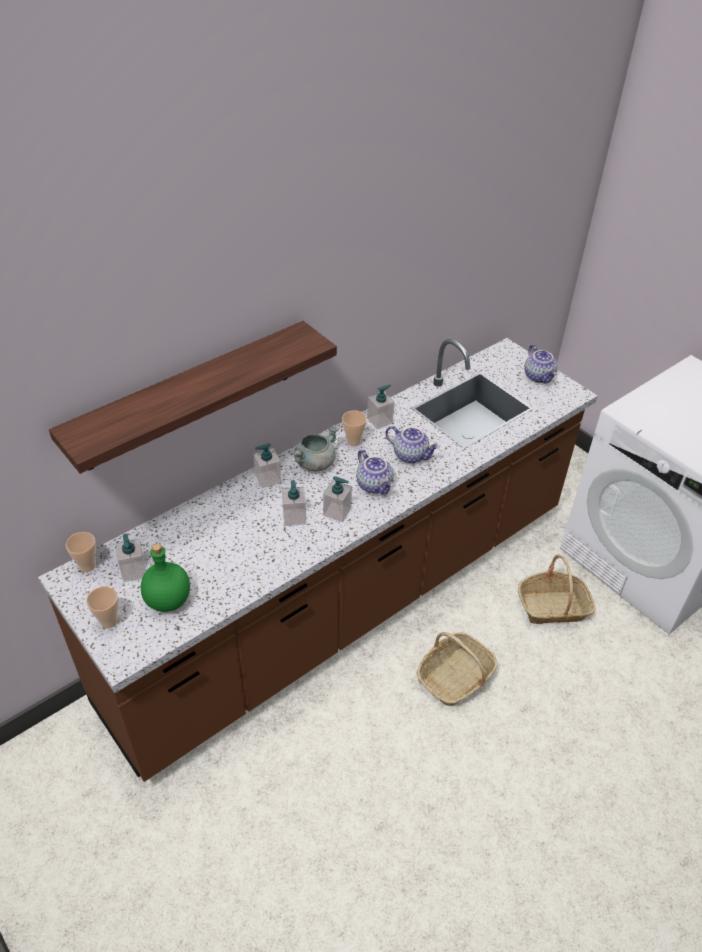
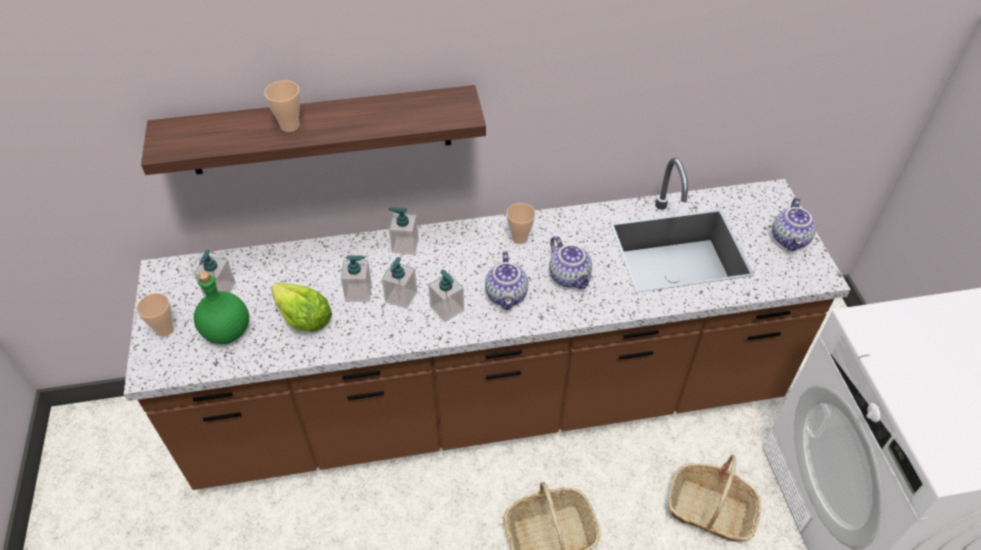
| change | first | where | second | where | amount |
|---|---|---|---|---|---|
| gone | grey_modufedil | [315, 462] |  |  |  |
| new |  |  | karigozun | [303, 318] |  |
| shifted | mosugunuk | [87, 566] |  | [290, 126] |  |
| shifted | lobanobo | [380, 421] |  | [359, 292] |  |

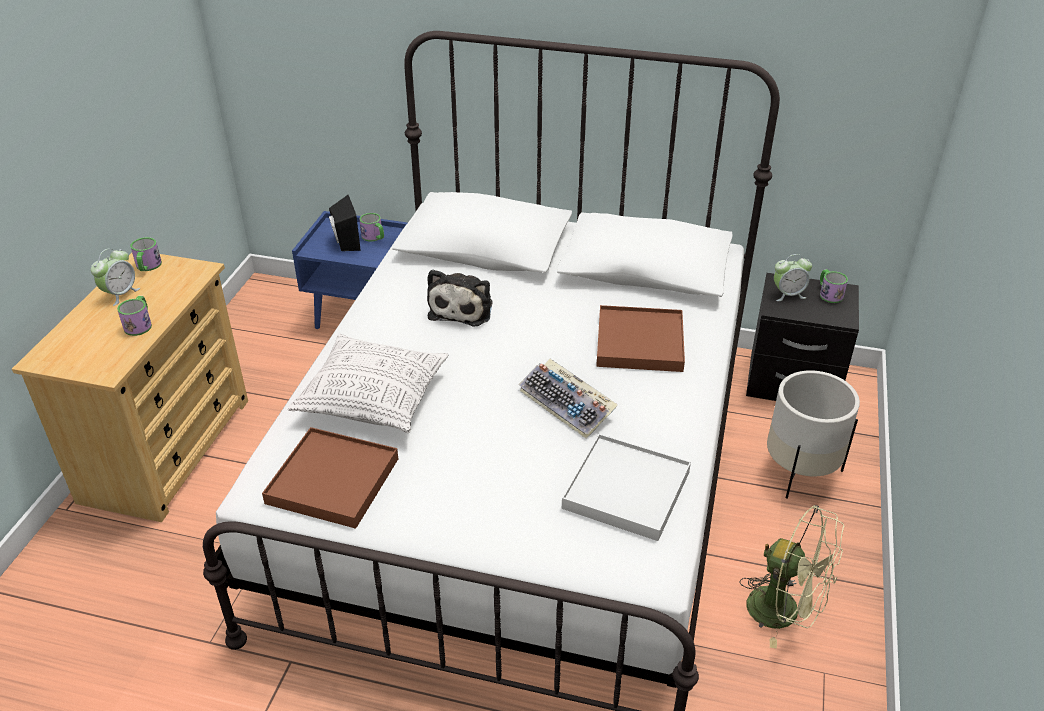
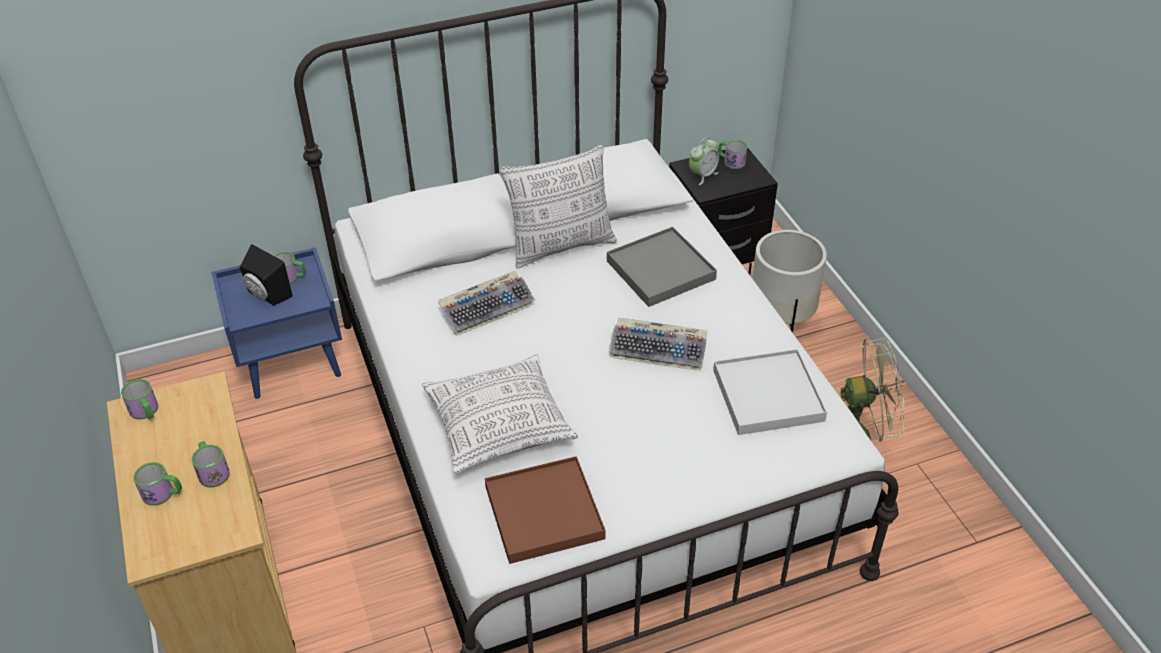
| change | first | where | second | where | amount |
|---|---|---|---|---|---|
| gone | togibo | [120, 294] |  |  |  |
| new |  |  | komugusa | [163, 493] |  |
| new |  |  | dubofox | [561, 246] |  |
| swapped | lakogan | [462, 308] | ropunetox | [487, 308] |  |
| repainted | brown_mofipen | [639, 342] | grey_mofipen | [660, 270] |  |

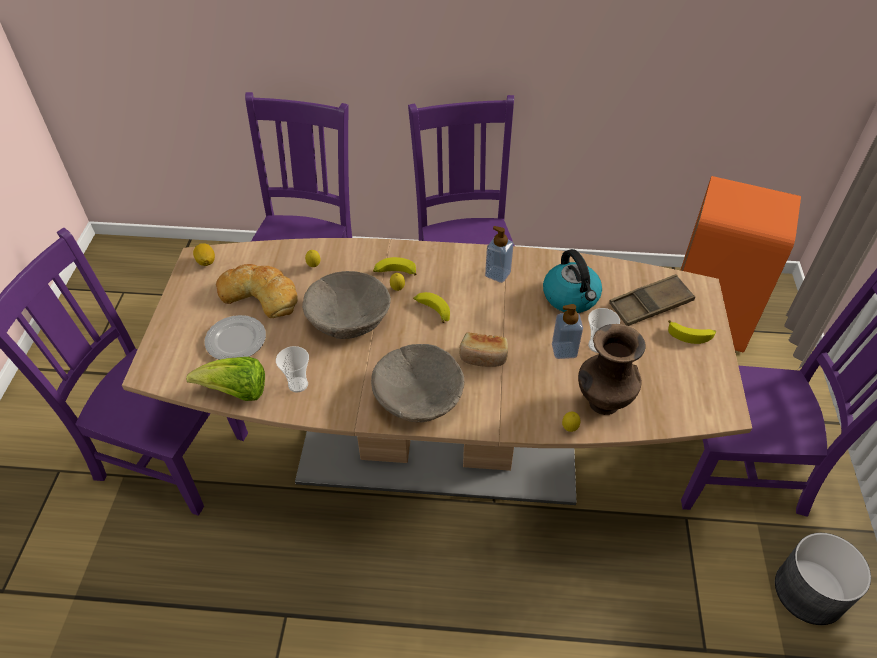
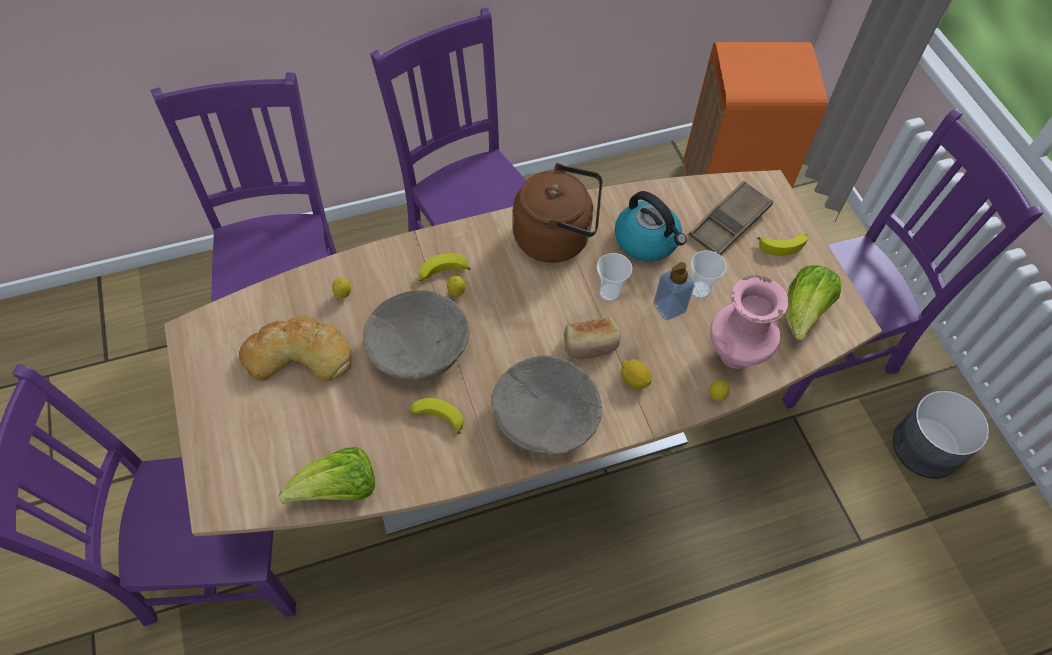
| change | first | where | second | where | amount |
|---|---|---|---|---|---|
| gone | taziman | [235, 340] |  |  |  |
| new |  |  | karigozun | [803, 313] |  |
| shifted | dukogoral | [206, 261] |  | [634, 380] |  |
| shifted | mosugunuk | [298, 384] |  | [609, 292] |  |
| shifted | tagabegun | [432, 310] |  | [436, 418] |  |
| swapped | lobanobo | [497, 274] | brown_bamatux | [557, 237] |  |
| repainted | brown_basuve | [602, 403] | pink_basuve | [734, 355] |  |

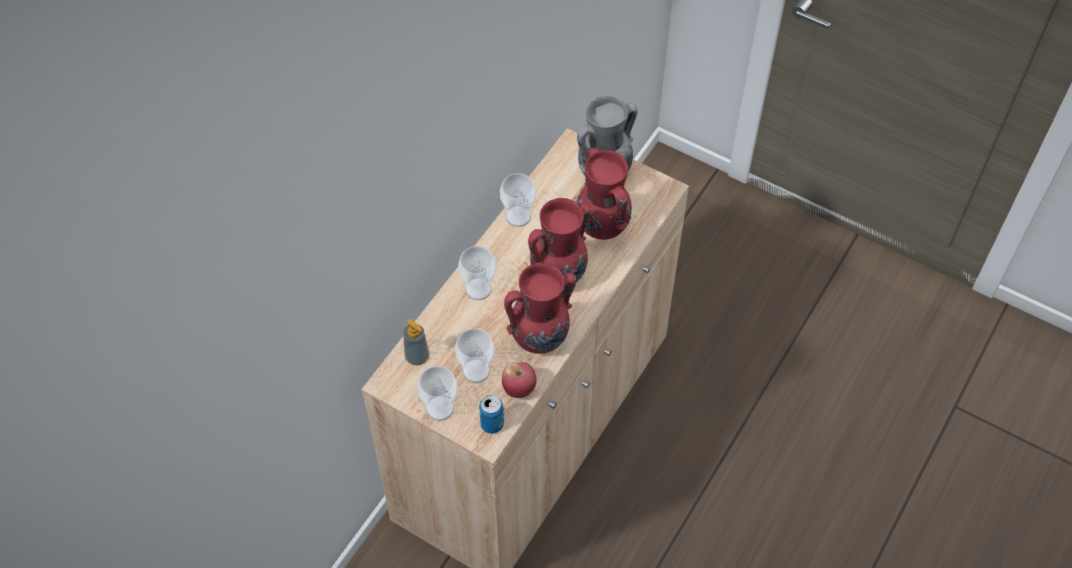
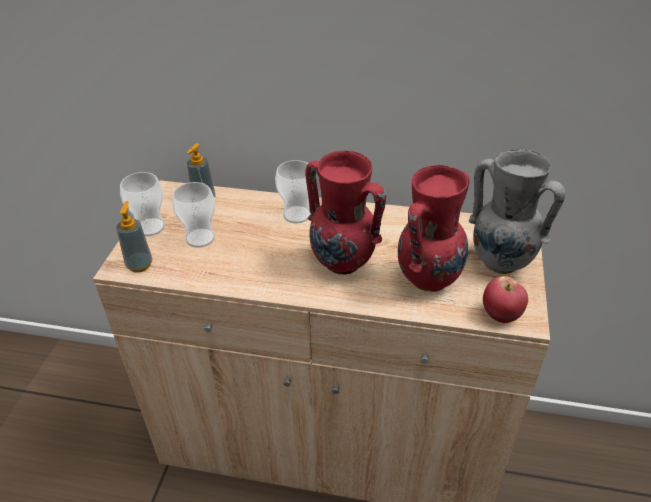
| change | first | where | second | where | amount |
|---|---|---|---|---|---|
| gone | mosugunuk | [518, 216] |  |  |  |
| gone | red_basuve | [540, 339] |  |  |  |
| shifted | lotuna | [519, 389] |  | [501, 315] |  |
| swapped | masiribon | [492, 424] | lobanobo | [139, 265] |  |

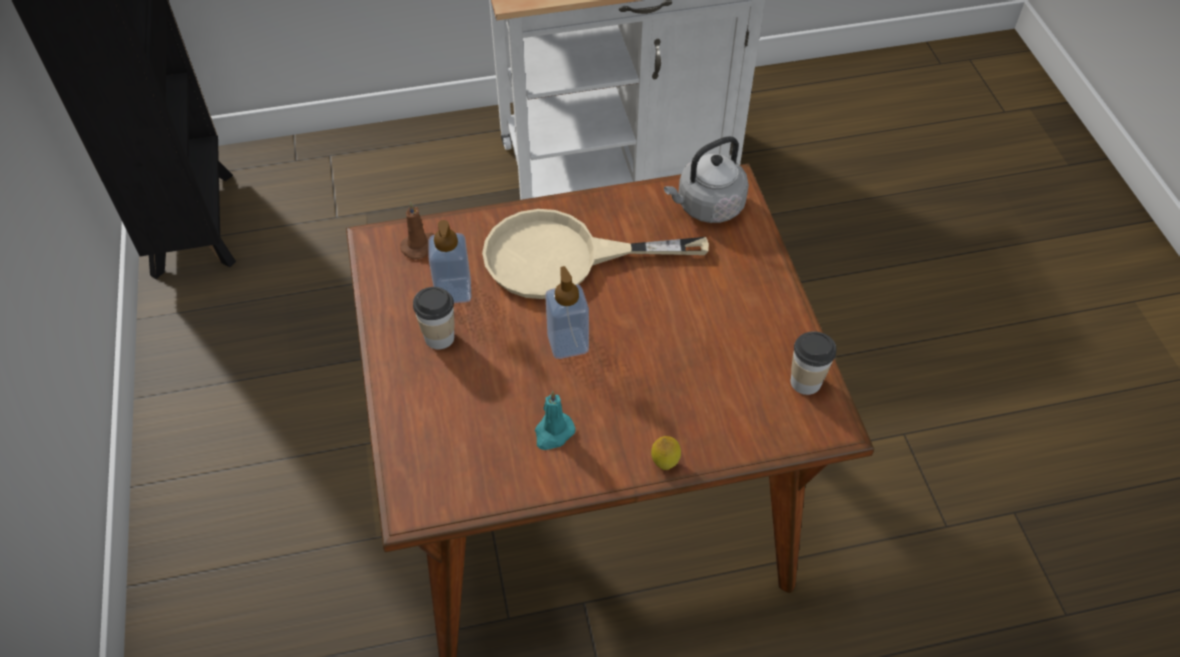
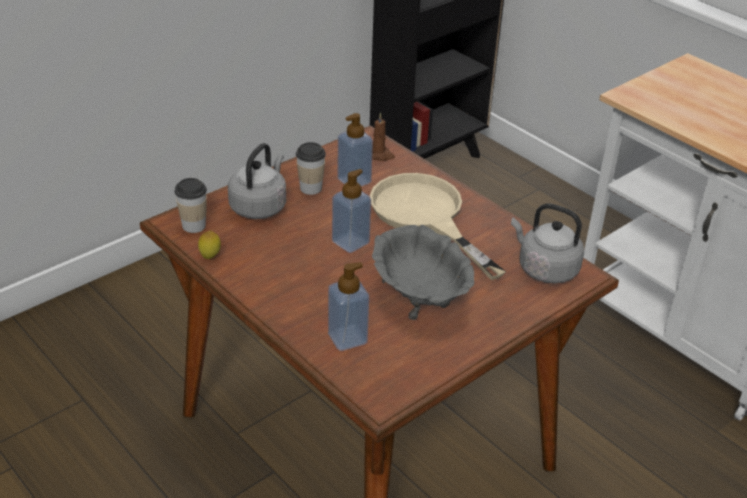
| change | first | where | second | where | amount |
|---|---|---|---|---|---|
| gone | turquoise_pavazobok | [553, 433] |  |  |  |
| new |  |  | grey_bamatux | [259, 206] |  |
| new |  |  | lobanobo | [347, 338] |  |
| new |  |  | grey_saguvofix | [421, 295] |  |
| shifted | dukogoral | [664, 463] |  | [210, 257] |  |
| shifted | mosugunuk | [805, 382] |  | [194, 225] |  |

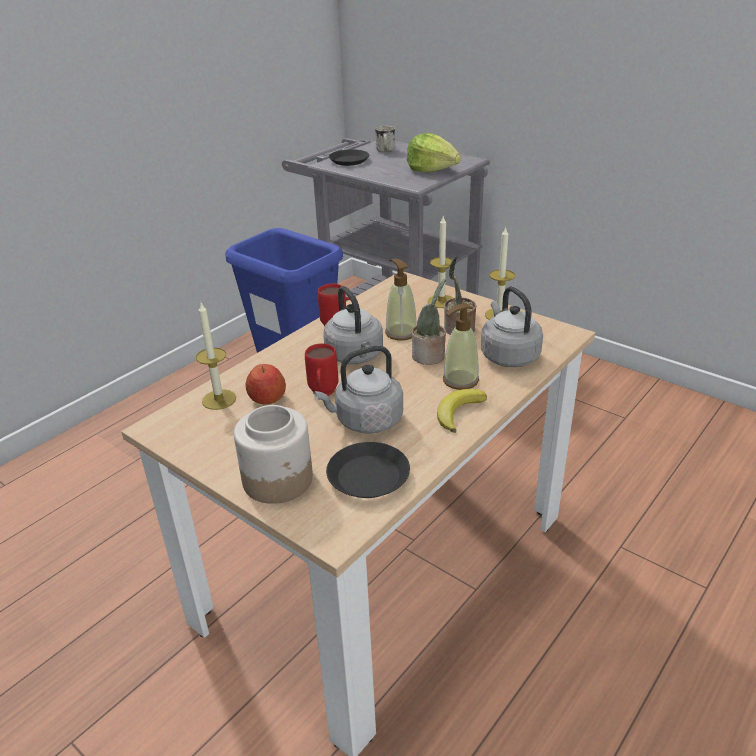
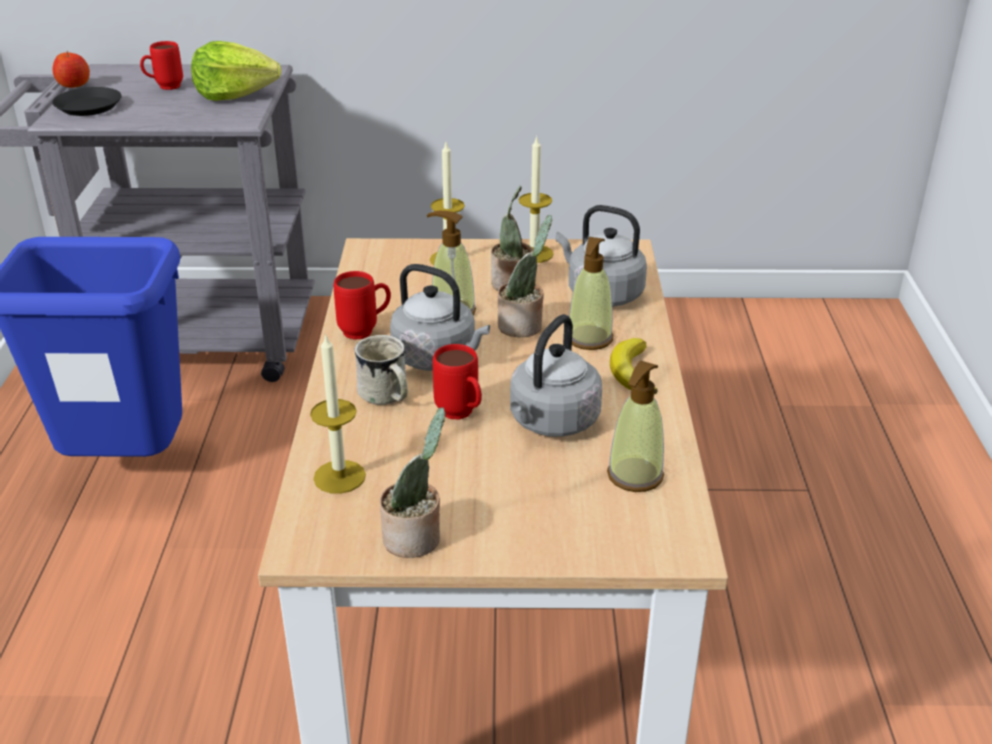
| change | first | where | second | where | amount |
|---|---|---|---|---|---|
| gone | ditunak | [278, 480] |  |  |  |
| new |  |  | red_komugusa | [164, 87] |  |
| new |  |  | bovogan | [416, 539] |  |
| shifted | lotuna | [267, 398] |  | [74, 85] |  |
| shifted | white_komugusa | [385, 151] |  | [386, 397] |  |
| swapped | black_taziman | [369, 476] | lobanobo | [635, 476] |  |

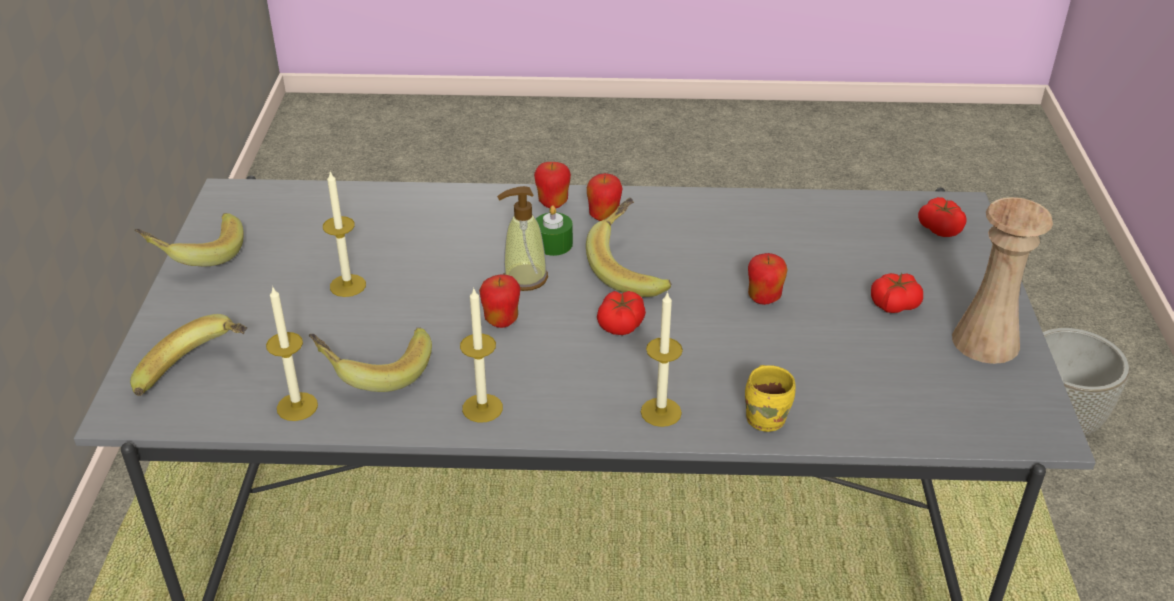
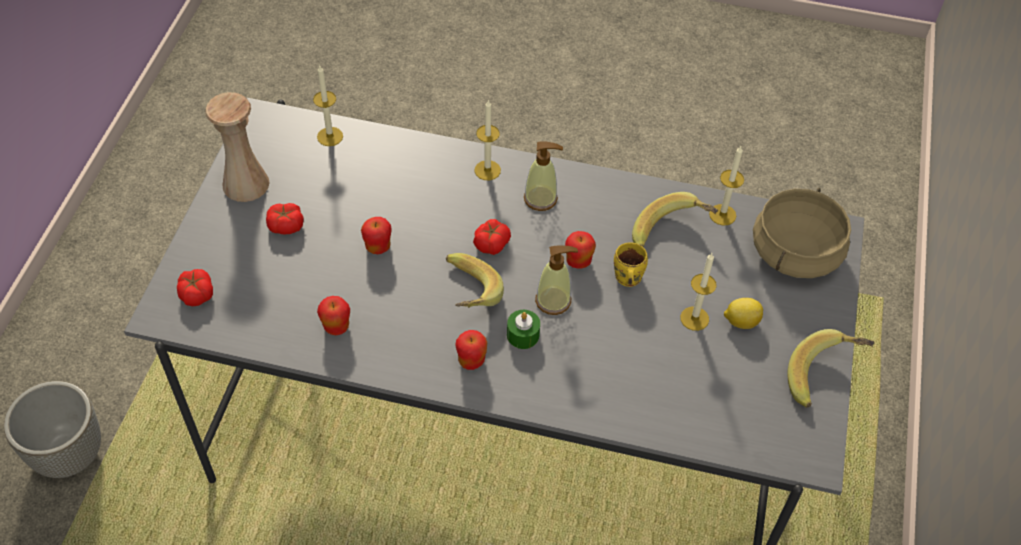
| change | first | where | second | where | amount |
|---|---|---|---|---|---|
| new |  |  | lobanobo | [541, 198] |  |
| new |  |  | dukogoral | [741, 321] |  |
| shifted | pavazobok | [482, 408] |  | [330, 136] |  |
| shifted | lotuna | [553, 203] |  | [336, 327] |  |
| shifted | yellow_komugusa | [767, 418] |  | [626, 278] |  |
| swapped | tagabegun | [198, 375] | beige_modufedil | [794, 252] |  |

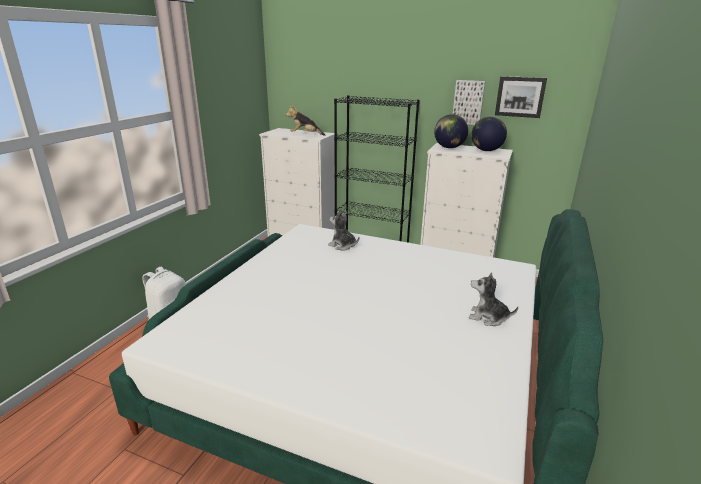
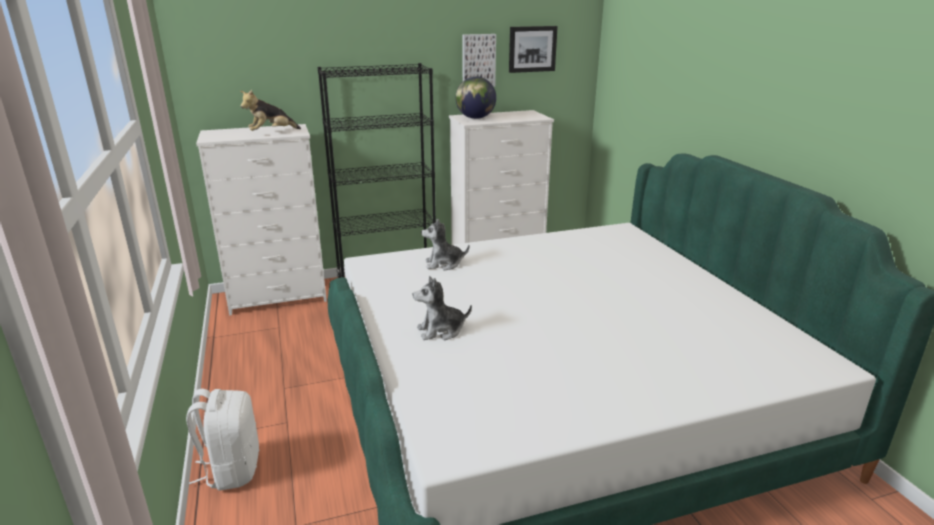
| change | first | where | second | where | amount |
|---|---|---|---|---|---|
| gone | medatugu | [486, 150] |  |  |  |
| shifted | lakogan | [488, 317] |  | [441, 331] |  |

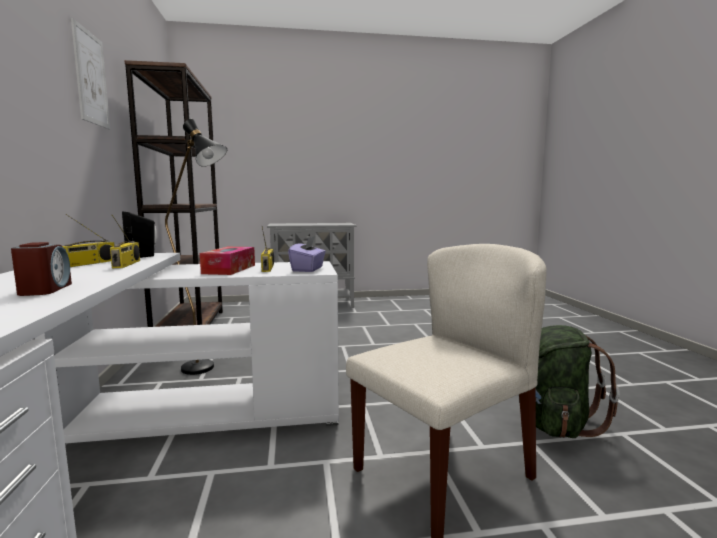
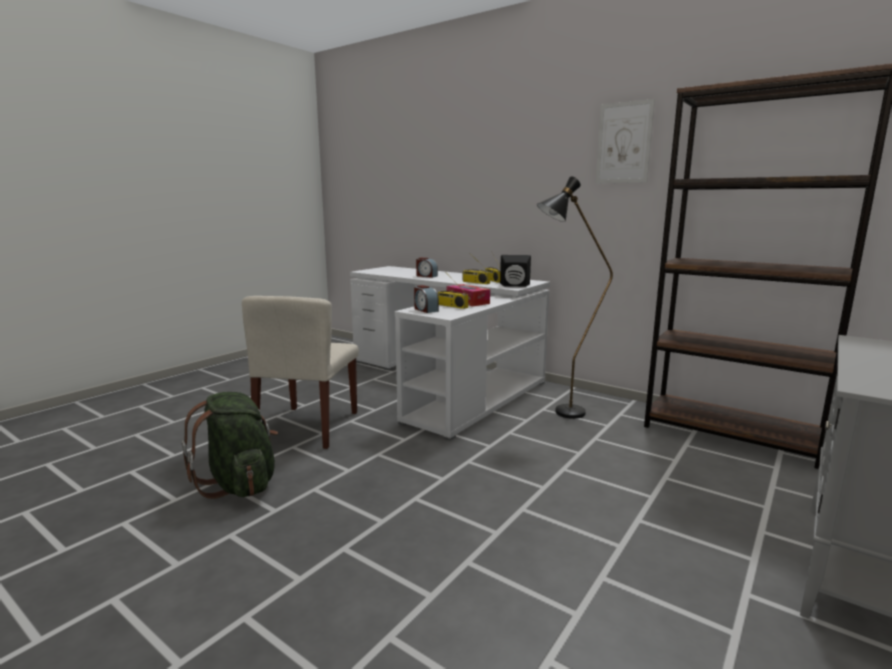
| change | first | where | second | where | amount |
|---|---|---|---|---|---|
| swapped | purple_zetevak | [308, 269] | togibo | [425, 310] |  |

